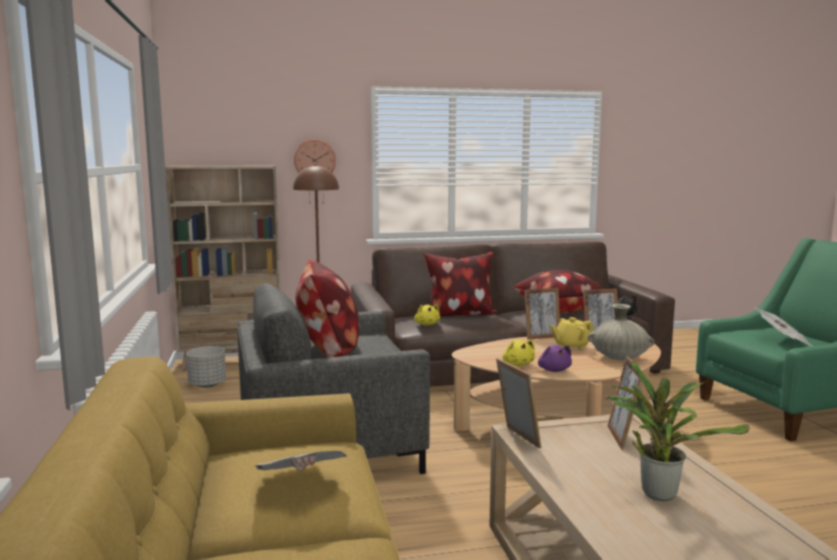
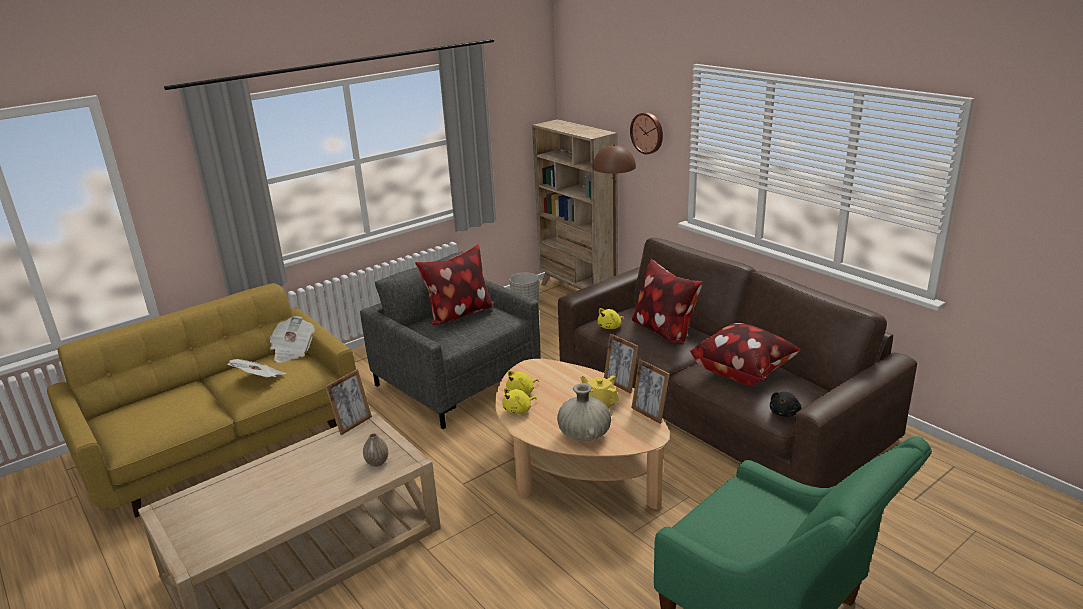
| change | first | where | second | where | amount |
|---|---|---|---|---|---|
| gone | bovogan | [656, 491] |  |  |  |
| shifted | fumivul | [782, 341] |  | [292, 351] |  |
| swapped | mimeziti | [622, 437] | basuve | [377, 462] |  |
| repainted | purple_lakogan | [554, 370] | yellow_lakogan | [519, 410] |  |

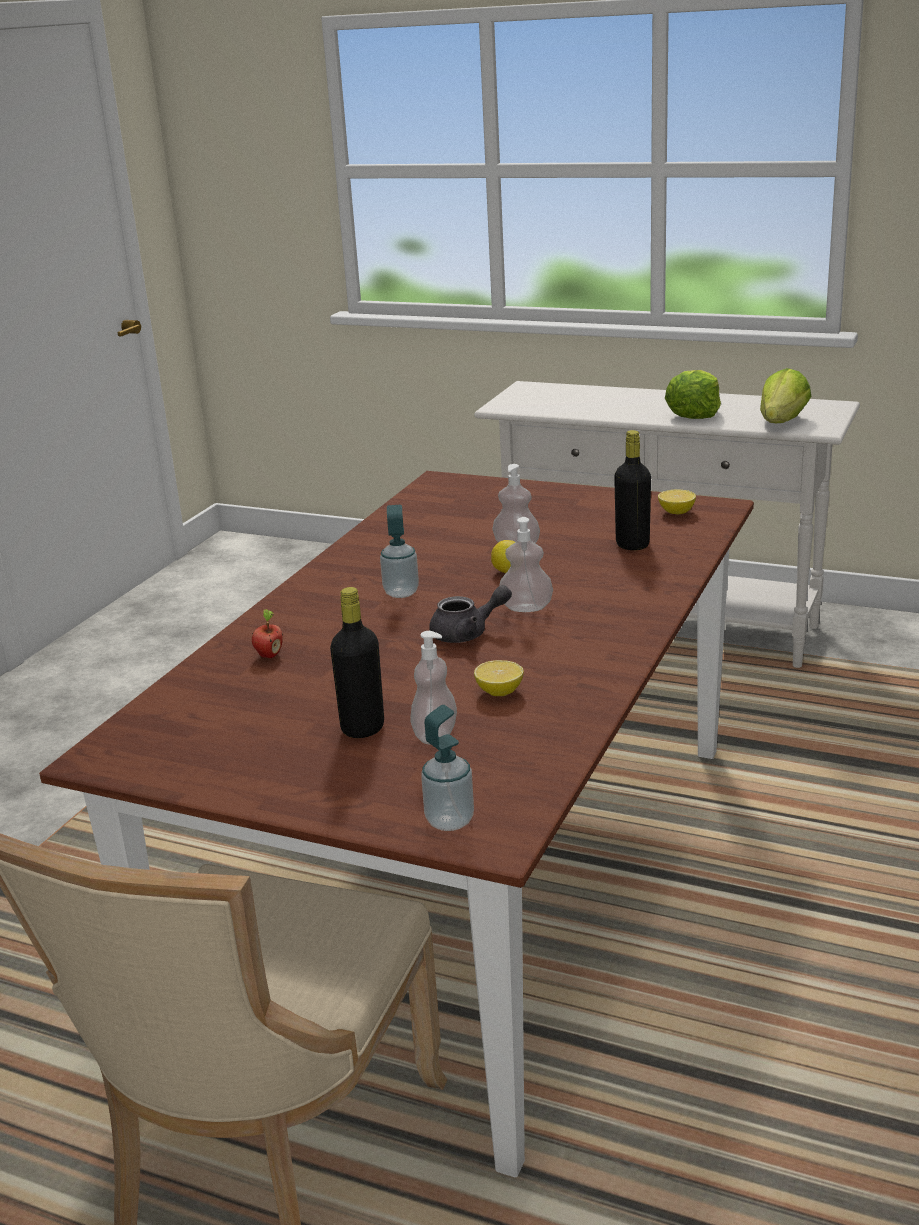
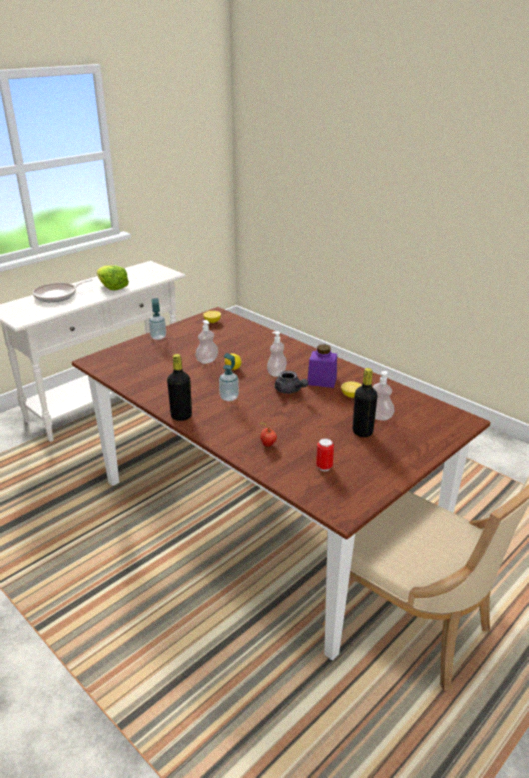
| change | first | where | second | where | amount |
|---|---|---|---|---|---|
| gone | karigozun | [781, 422] |  |  |  |
| new |  |  | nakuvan | [58, 295] |  |
| new |  |  | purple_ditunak | [322, 381] |  |
| new |  |  | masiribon | [324, 467] |  |
| shifted | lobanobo | [449, 821] |  | [158, 337] |  |
| shifted | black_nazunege | [632, 545] |  | [181, 416] |  |
| rotated | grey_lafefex | [467, 633] |  | [290, 391] | 135 degrees clockwise |

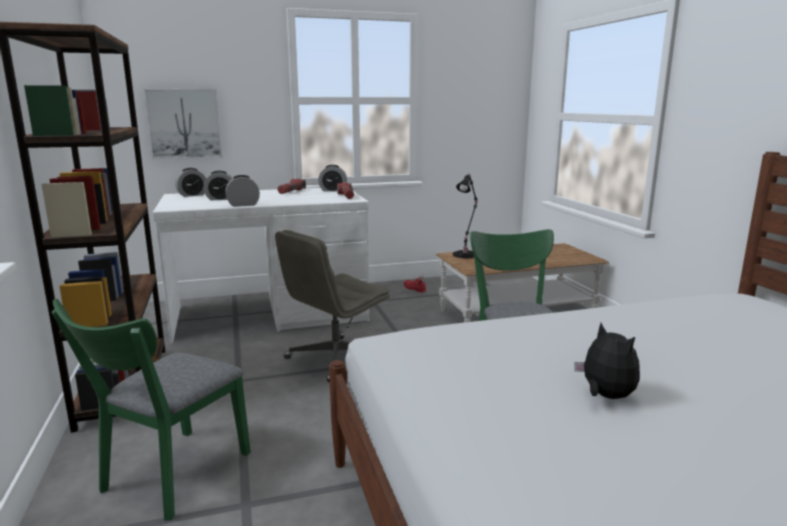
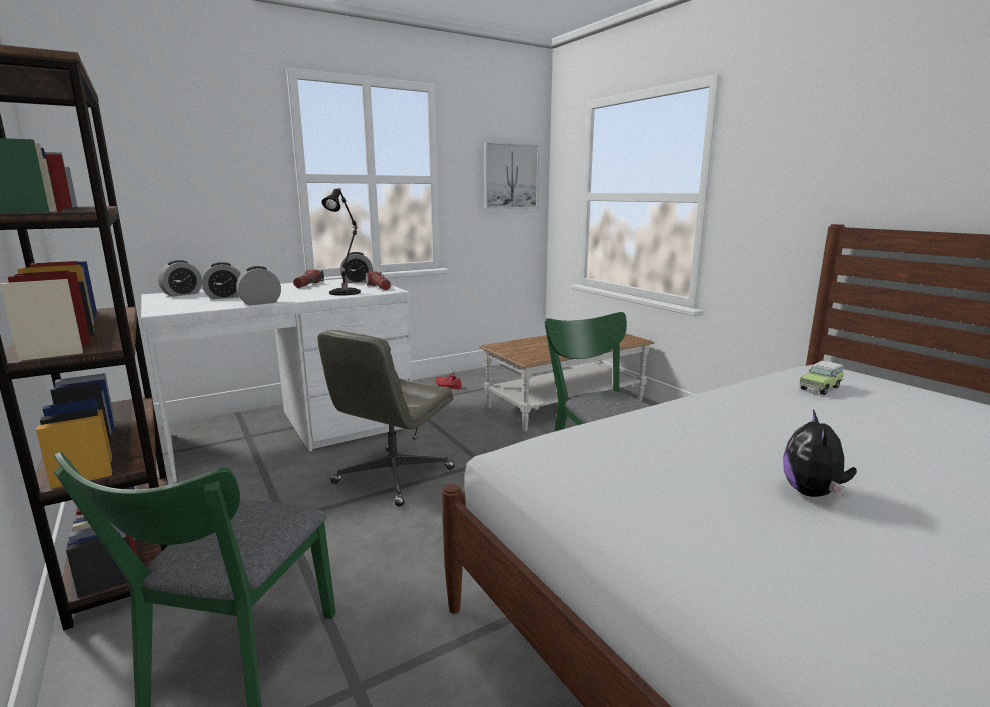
| change | first | where | second | where | amount |
|---|---|---|---|---|---|
| new |  |  | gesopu | [820, 388] |  |
| shifted | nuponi | [184, 124] |  | [510, 176] |  |
| shifted | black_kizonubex | [466, 254] |  | [346, 292] |  |
| rotated | lakogan | [605, 396] |  | [812, 493] | 120 degrees counterclockwise |

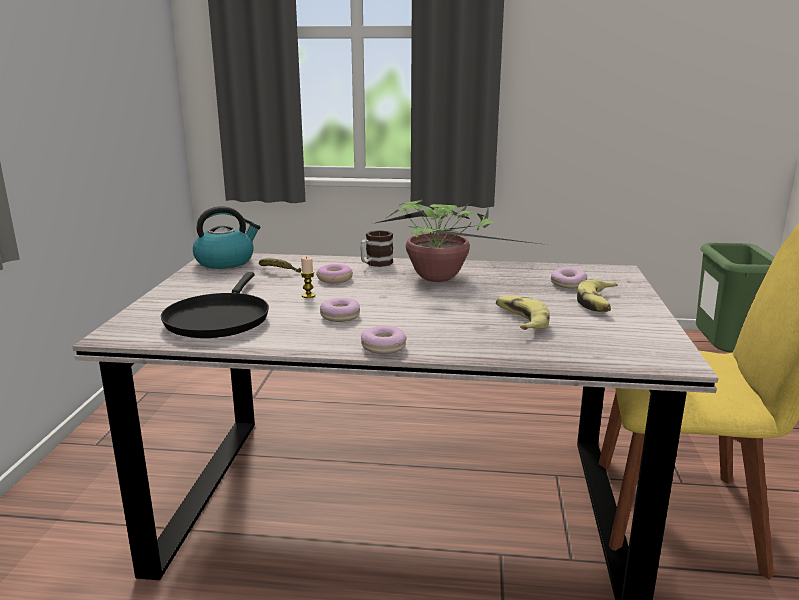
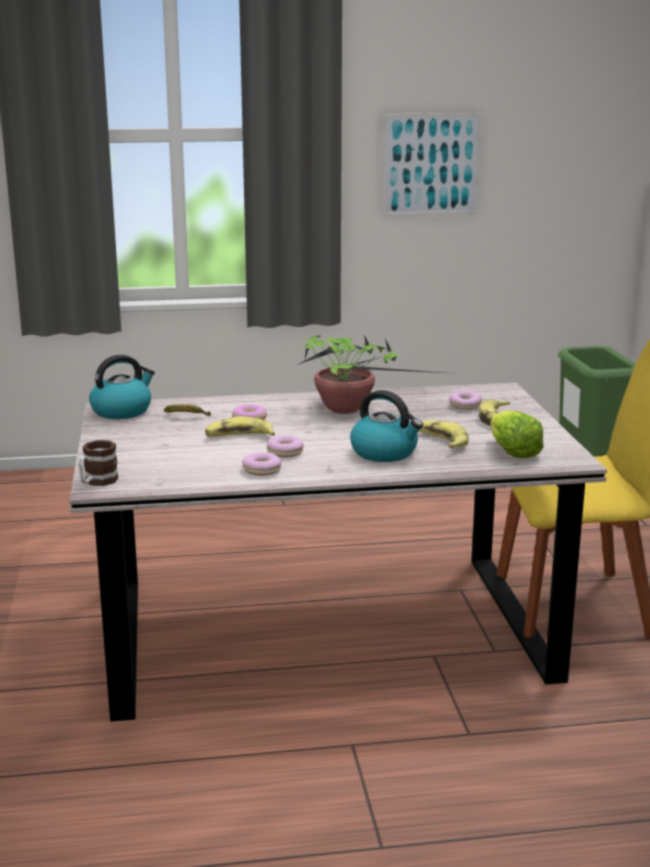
| change | first | where | second | where | amount |
|---|---|---|---|---|---|
| gone | black_nakuvan | [218, 319] |  |  |  |
| new |  |  | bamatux | [385, 453] |  |
| new |  |  | nuponi | [430, 165] |  |
| new |  |  | karigozun | [512, 451] |  |
| shifted | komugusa | [375, 264] |  | [97, 482] |  |
| shifted | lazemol | [383, 347] |  | [262, 470] |  |
| swapped | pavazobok | [308, 296] | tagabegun | [239, 437] |  |

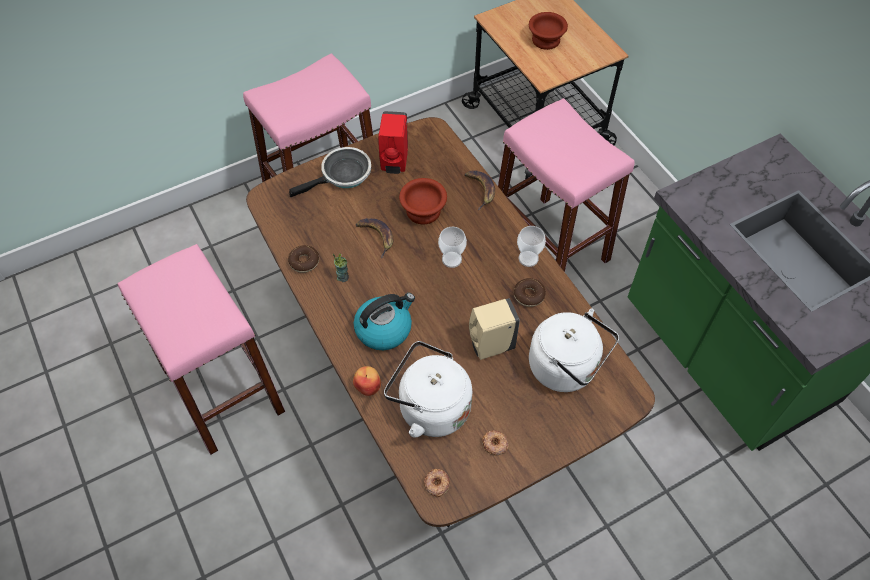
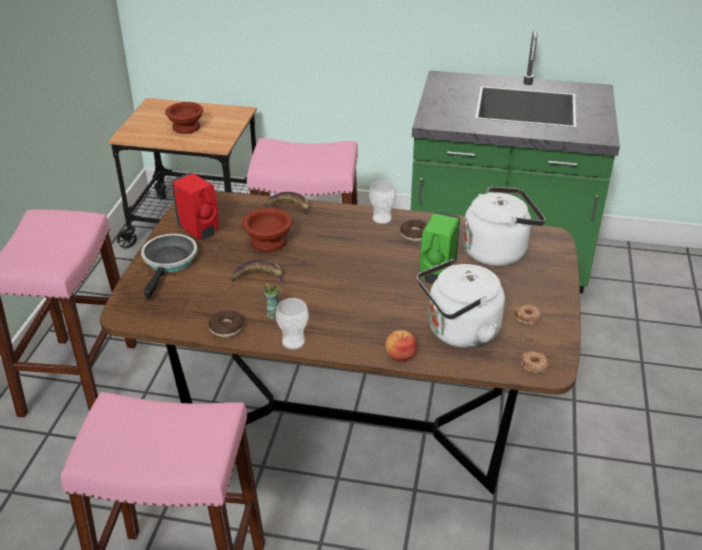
| change | first | where | second | where | amount |
|---|---|---|---|---|---|
| gone | bamatux | [384, 329] |  |  |  |
| shifted | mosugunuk | [451, 259] |  | [293, 342] |  |
| repainted | beige_lobanobo | [489, 346] | green_lobanobo | [437, 275] |  |

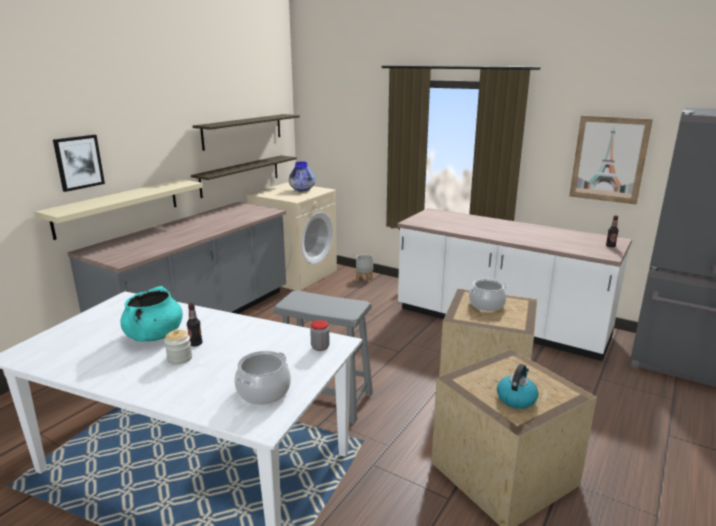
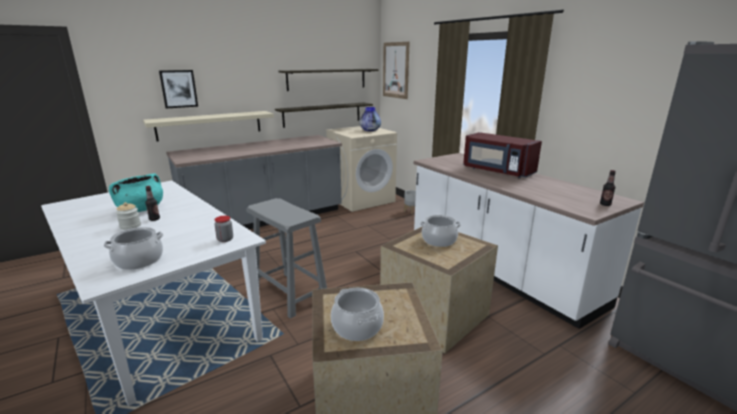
| change | first | where | second | where | amount |
|---|---|---|---|---|---|
| new |  |  | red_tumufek | [497, 171] |  |
| shifted | nuponi | [608, 159] |  | [395, 70] |  |
| swapped | bamatux | [516, 398] | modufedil | [357, 327] |  |

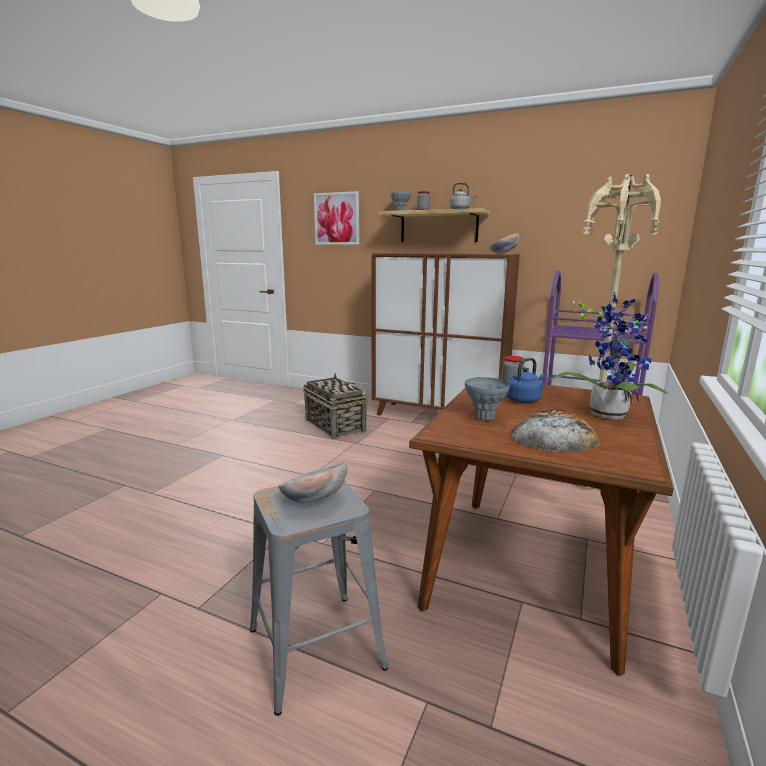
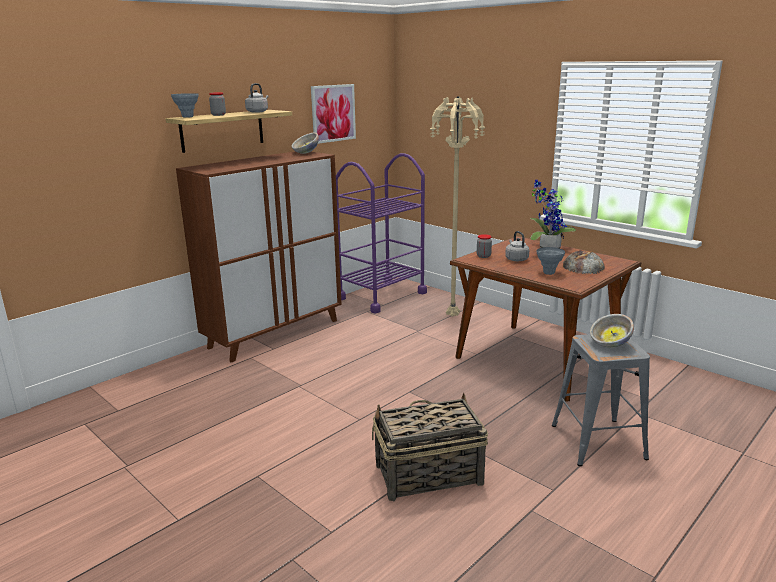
| change | first | where | second | where | amount |
|---|---|---|---|---|---|
| shifted | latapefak | [334, 425] |  | [427, 474] |  |
| shifted | nuponi | [337, 218] |  | [333, 113] |  |
| repainted | blue_bamatux | [524, 400] | grey_bamatux | [516, 259] |  |

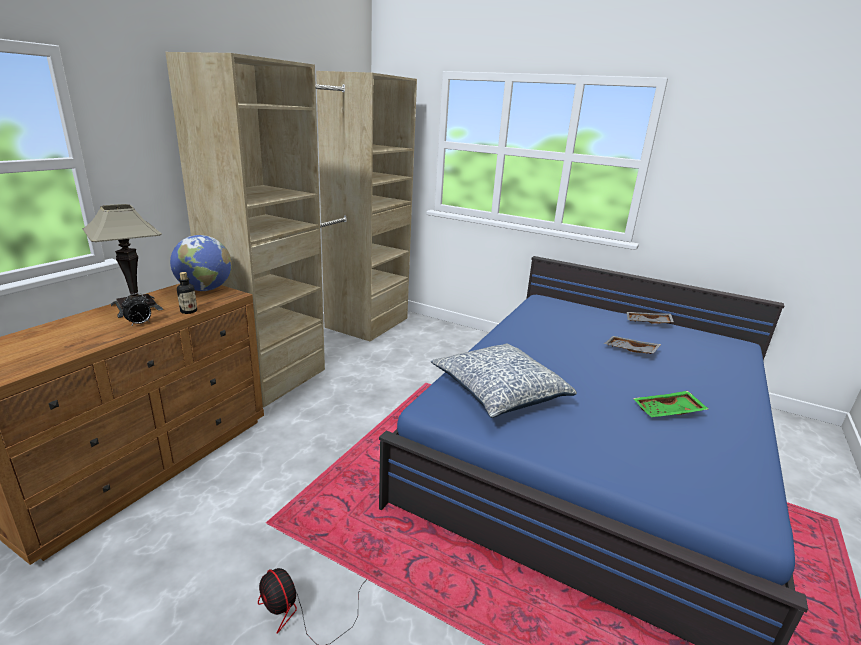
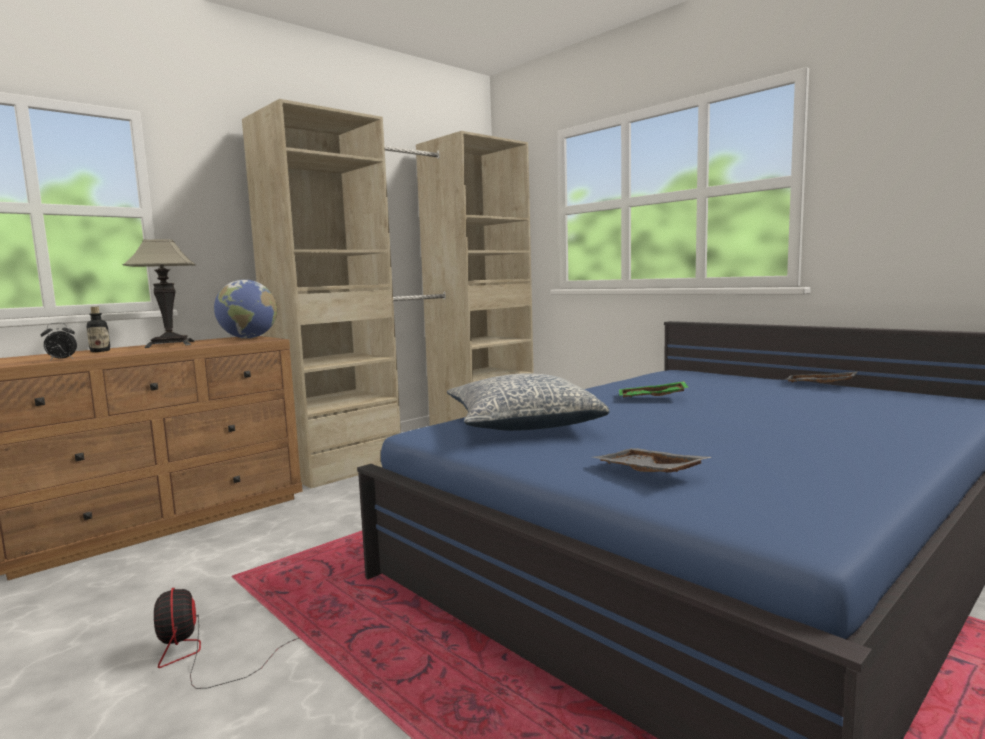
| change | first | where | second | where | amount |
|---|---|---|---|---|---|
| shifted | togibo | [139, 324] |  | [61, 360] |  |
| shifted | nazunege | [188, 311] |  | [100, 351] |  |
| shifted | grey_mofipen | [630, 351] |  | [647, 473] |  |
| shifted | green_mofipen | [668, 412] |  | [652, 398] |  |

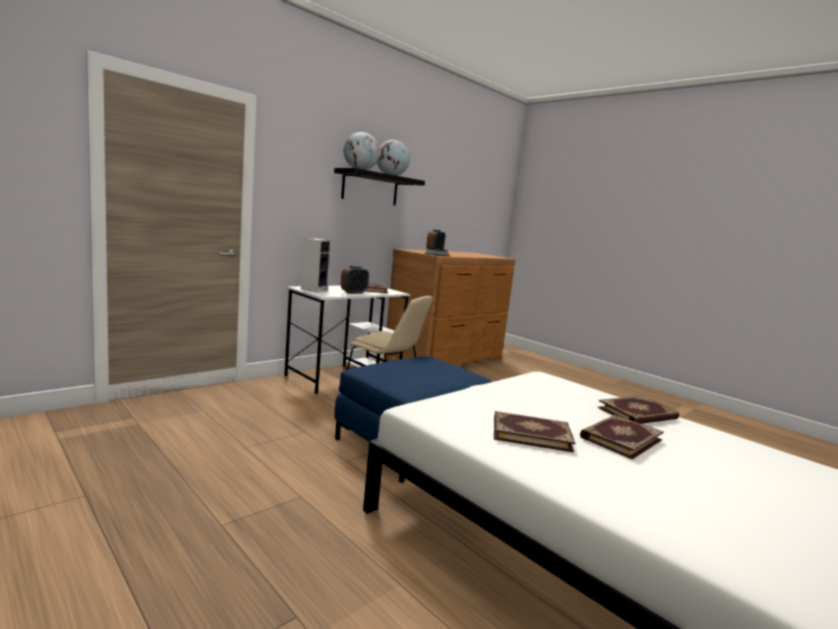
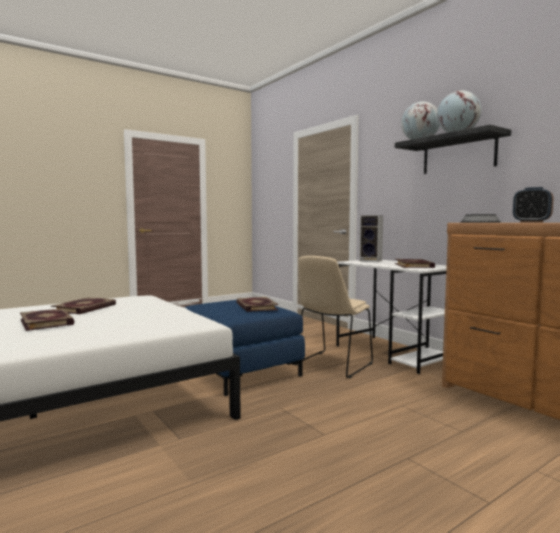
| change | first | where | second | where | amount |
|---|---|---|---|---|---|
| gone | togibo | [354, 293] |  |  |  |
| shifted | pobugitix | [638, 414] |  | [255, 306] |  |

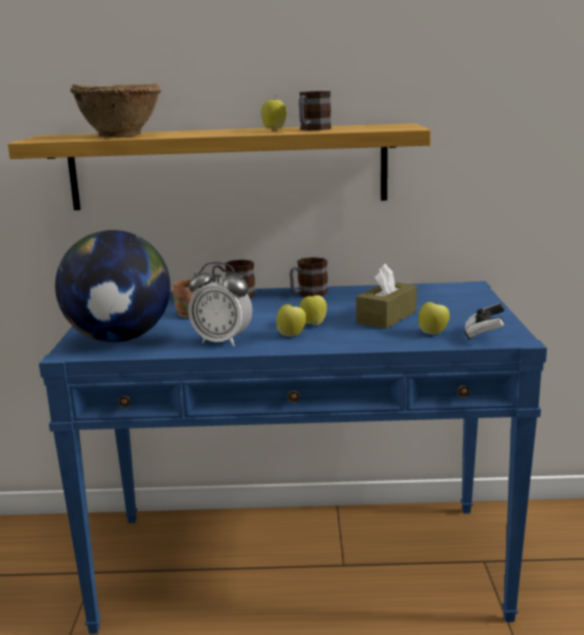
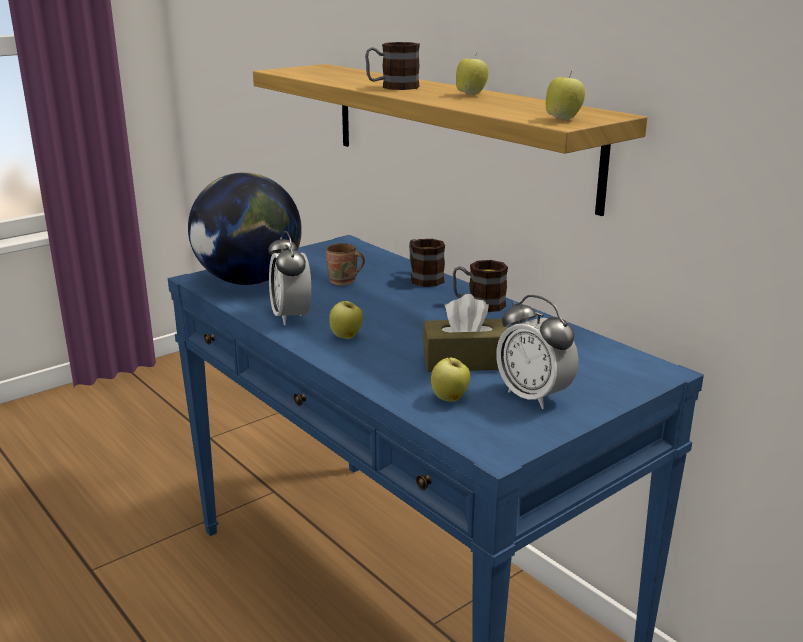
| change | first | where | second | where | amount |
|---|---|---|---|---|---|
| gone | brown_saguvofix | [121, 135] |  |  |  |
| gone | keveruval | [484, 335] |  |  |  |
| new |  |  | togibo | [534, 396] |  |
| shifted | komugusa | [312, 129] |  | [392, 87] |  |
| shifted | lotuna | [313, 324] |  | [563, 119] |  |

